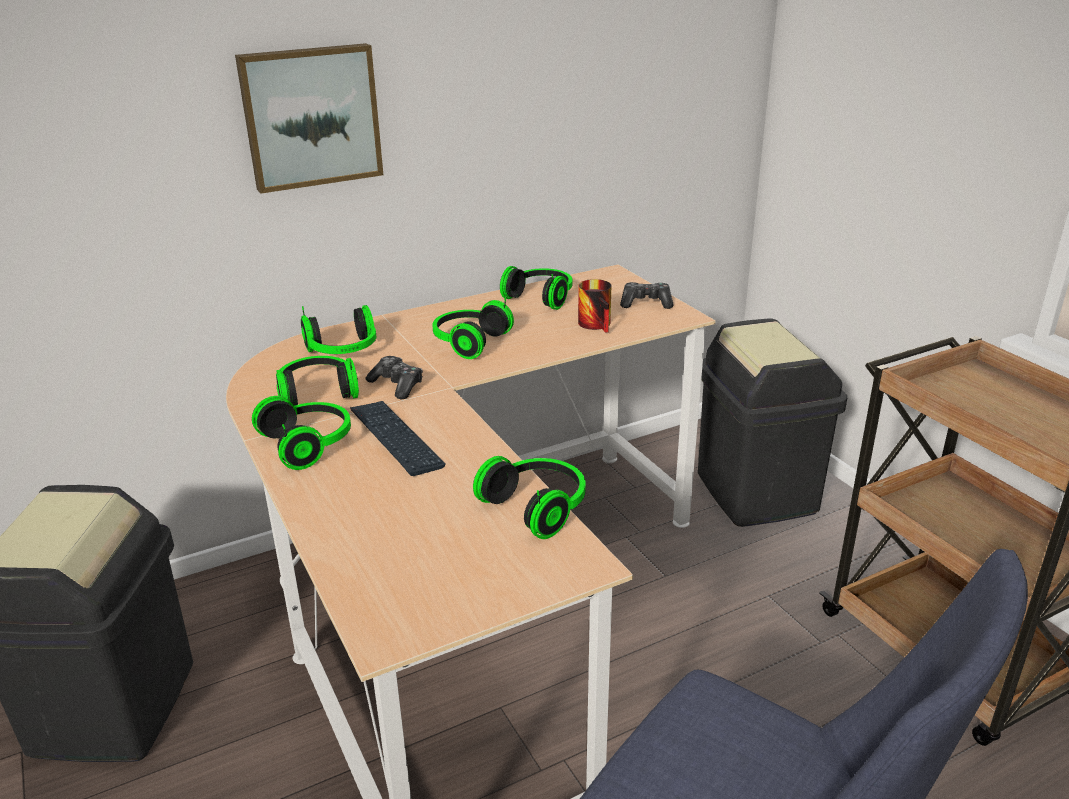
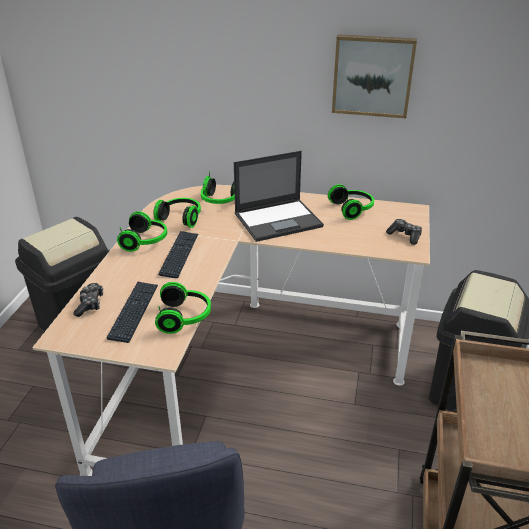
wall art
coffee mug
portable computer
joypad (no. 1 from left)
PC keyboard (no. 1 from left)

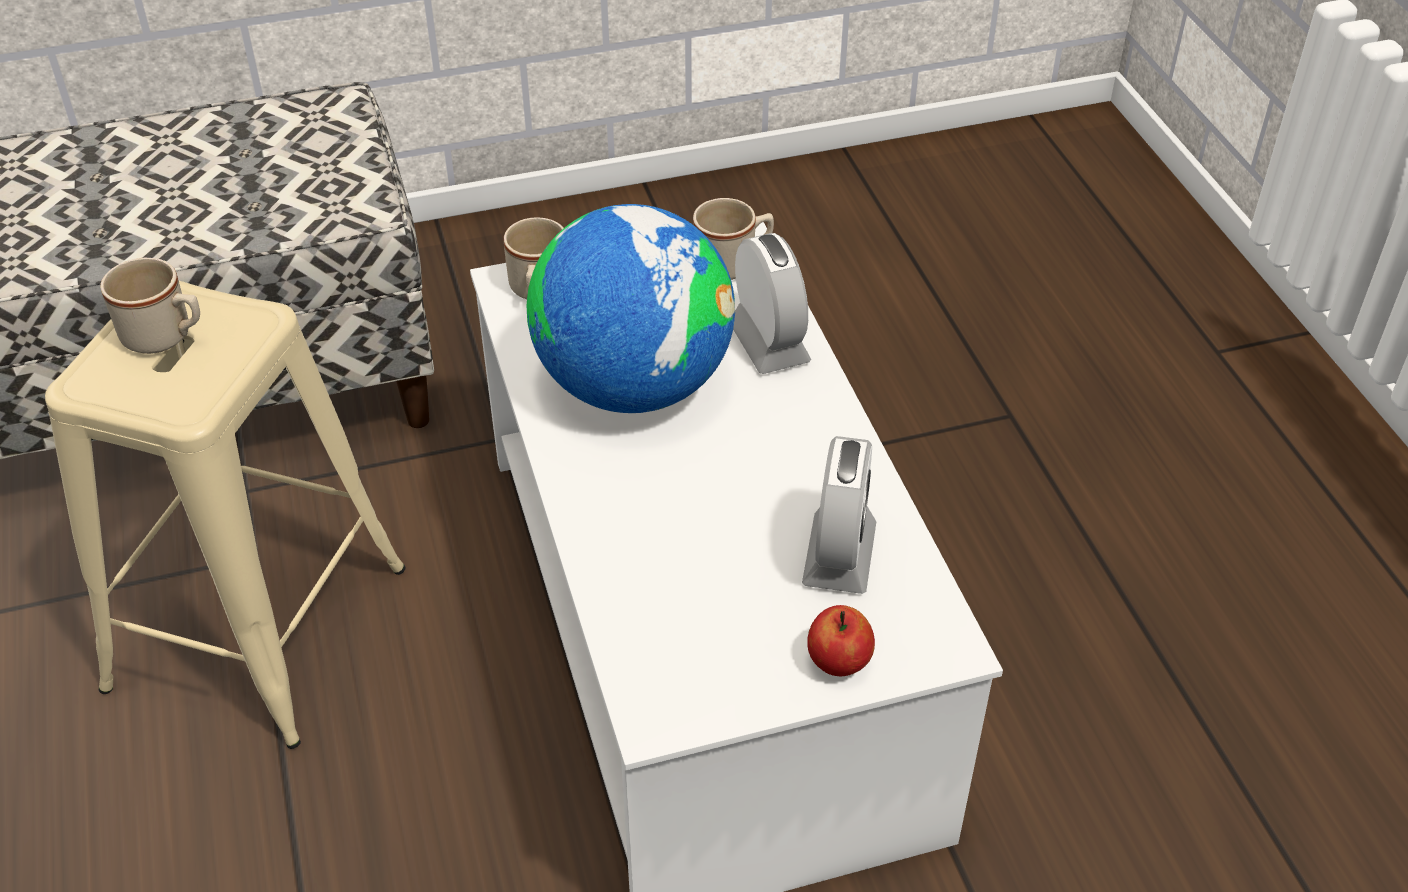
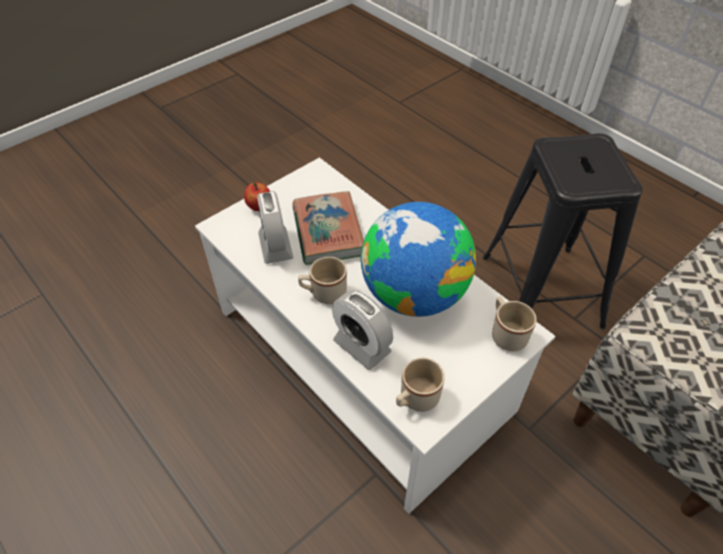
coffee mug in beige-coloured (no. 1 from left)
stool seat in black
book

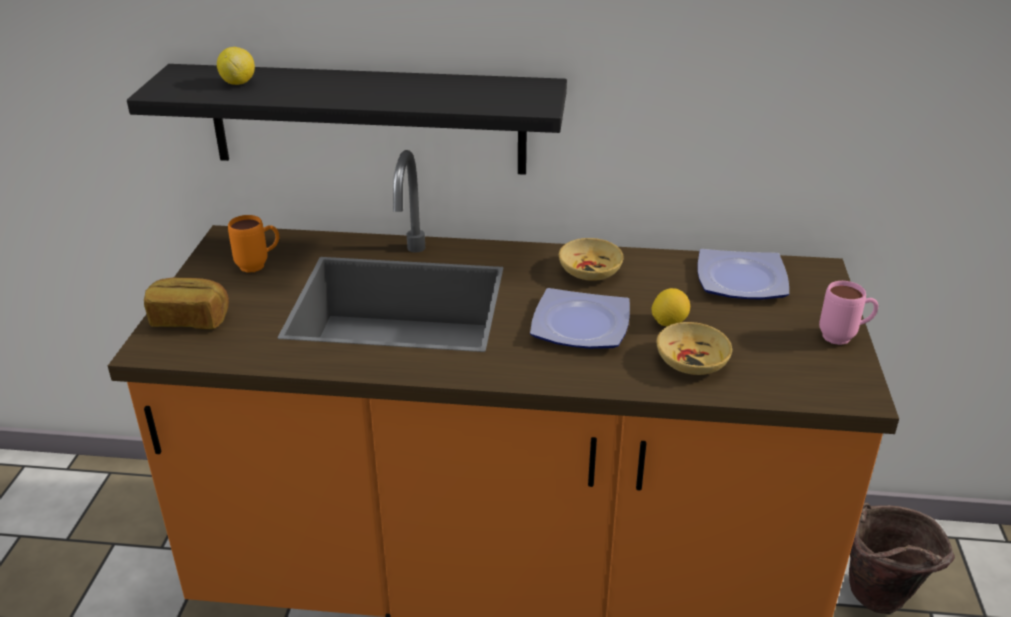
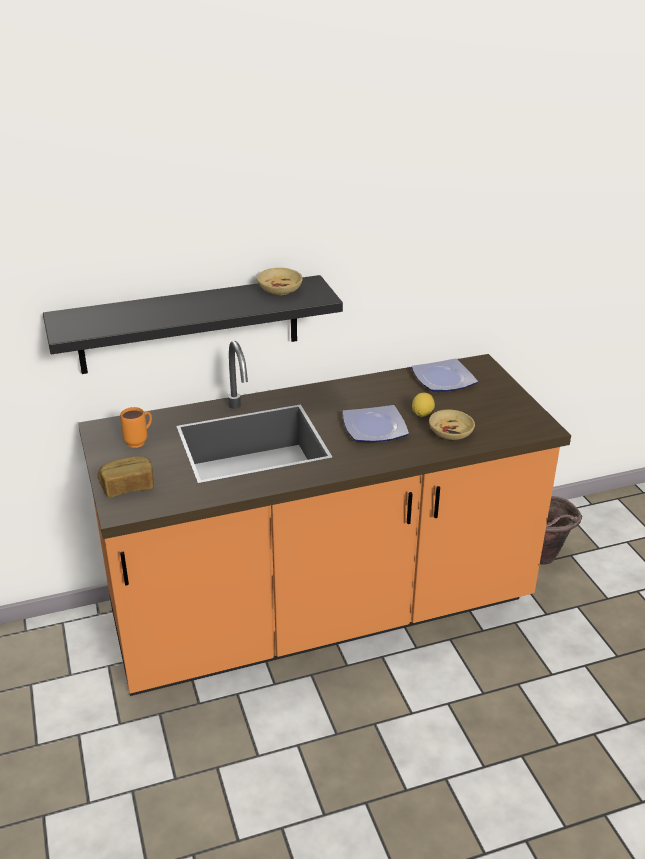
whole lemon (no. 1 from left in the first image)
bowl in beige-coloured (no. 1 from left)
coffee mug in pink-coloured

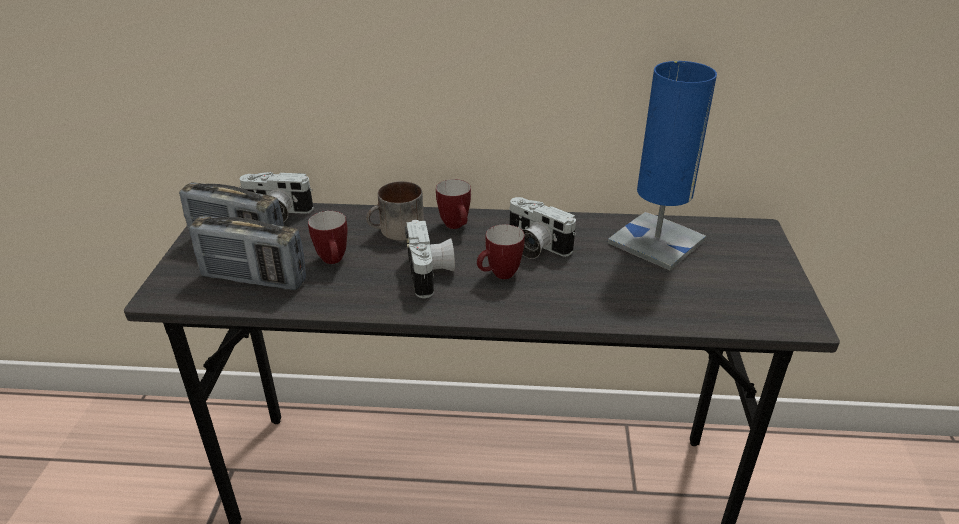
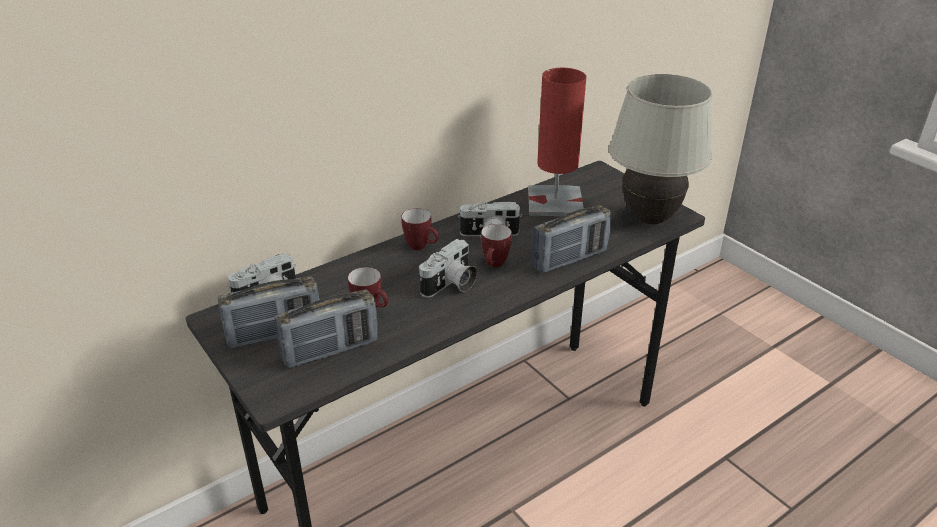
table lamp in red-coloured
coffee mug (no. 2 from left in the first image)
still camera (no. 2 from left)
table lamp in white-coloured
radio set (no. 3 from left)

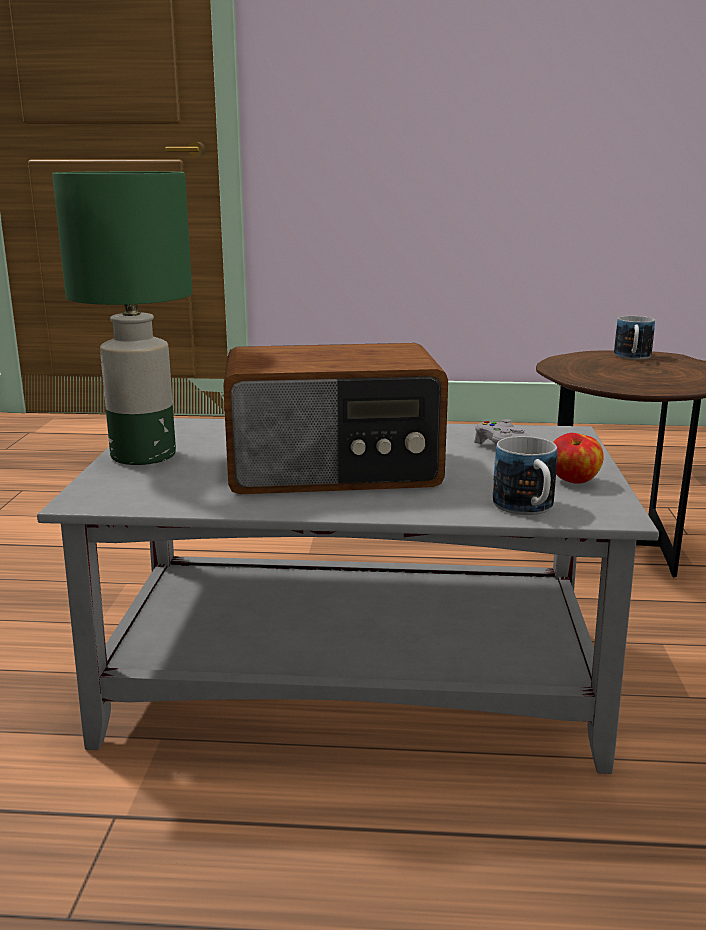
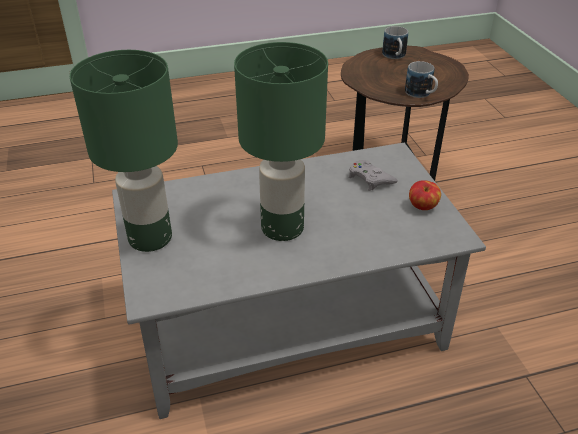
table lamp in green-coloured (no. 2 from left)
coffee mug (no. 2 from left)

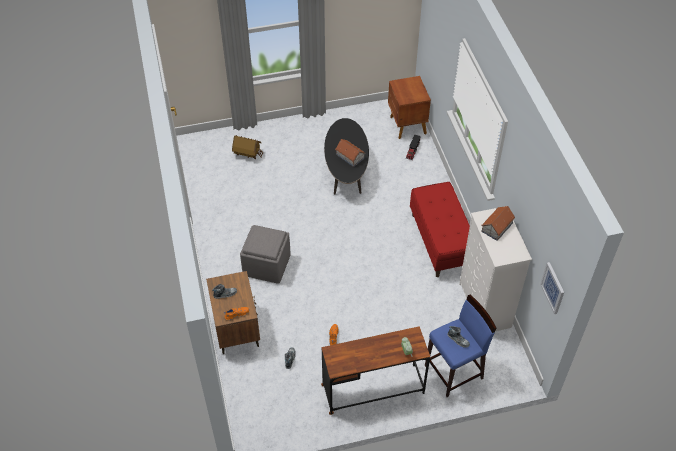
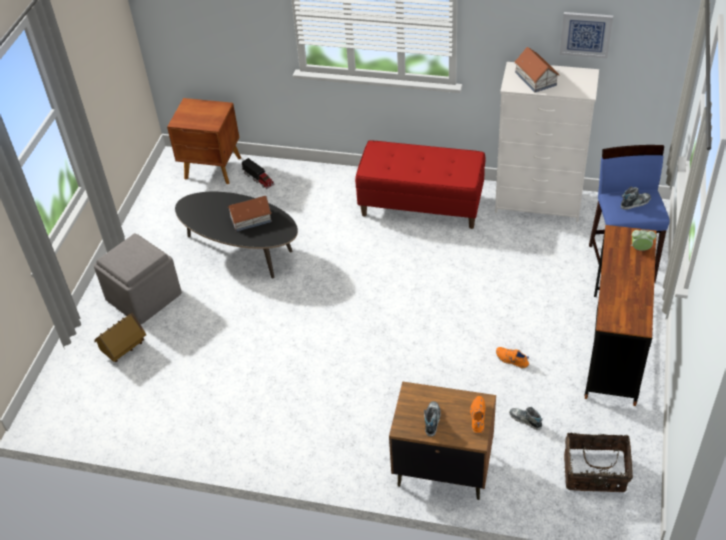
ottoman in gray
wall art
basket

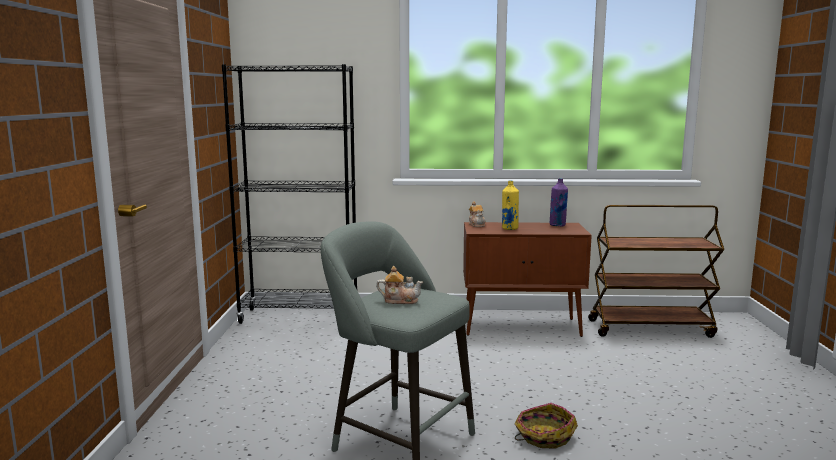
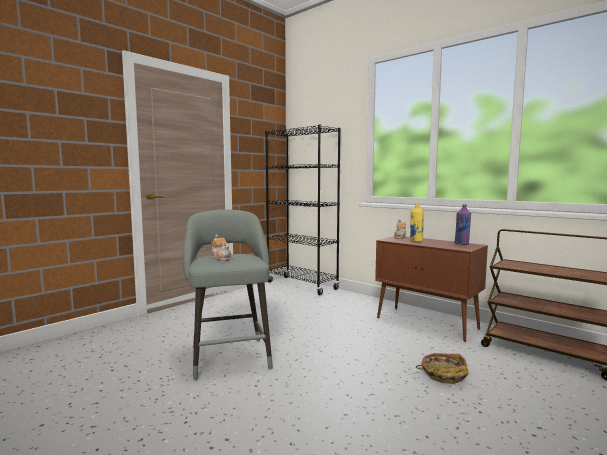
basket

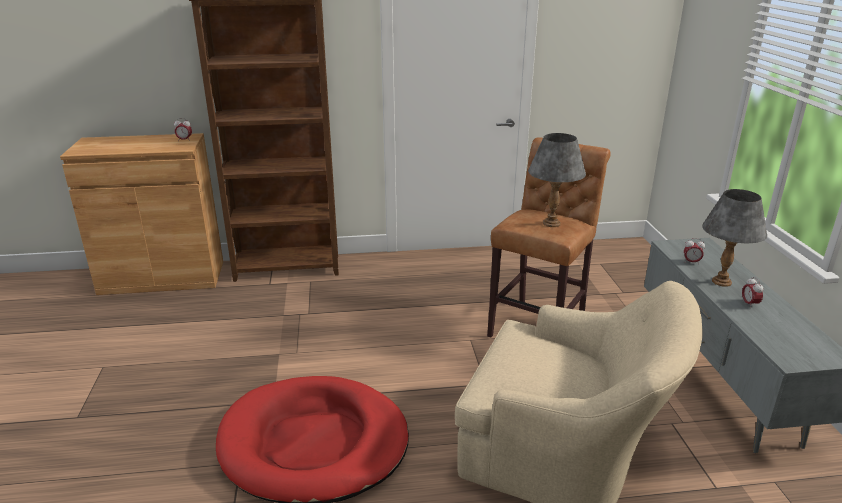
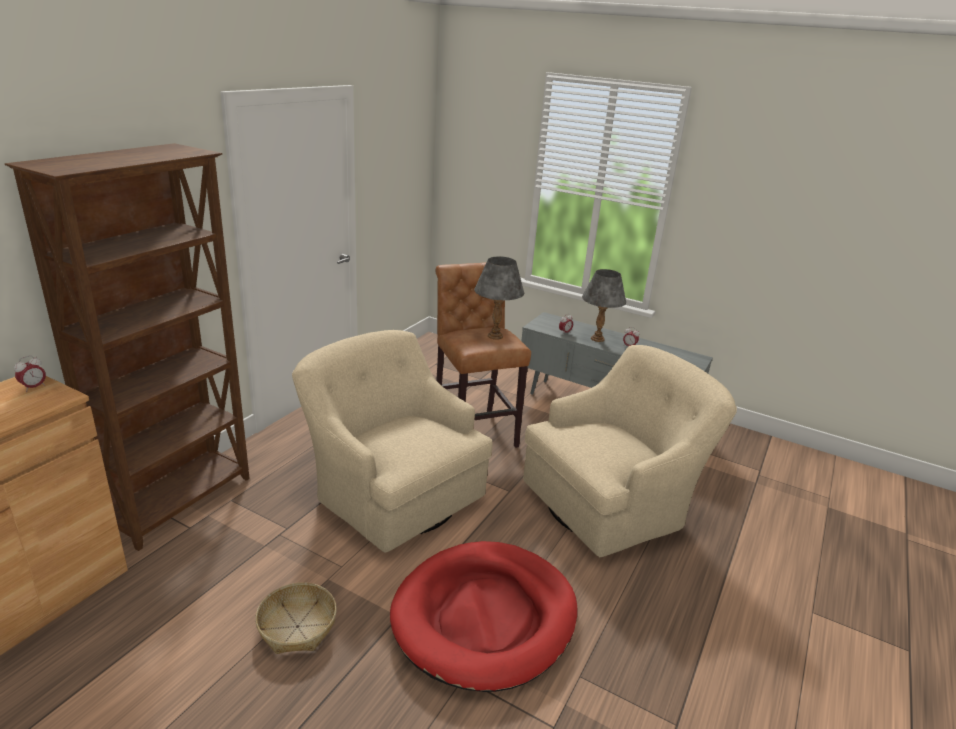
lounge chair in beige-coloured (no. 1 from left)
basket

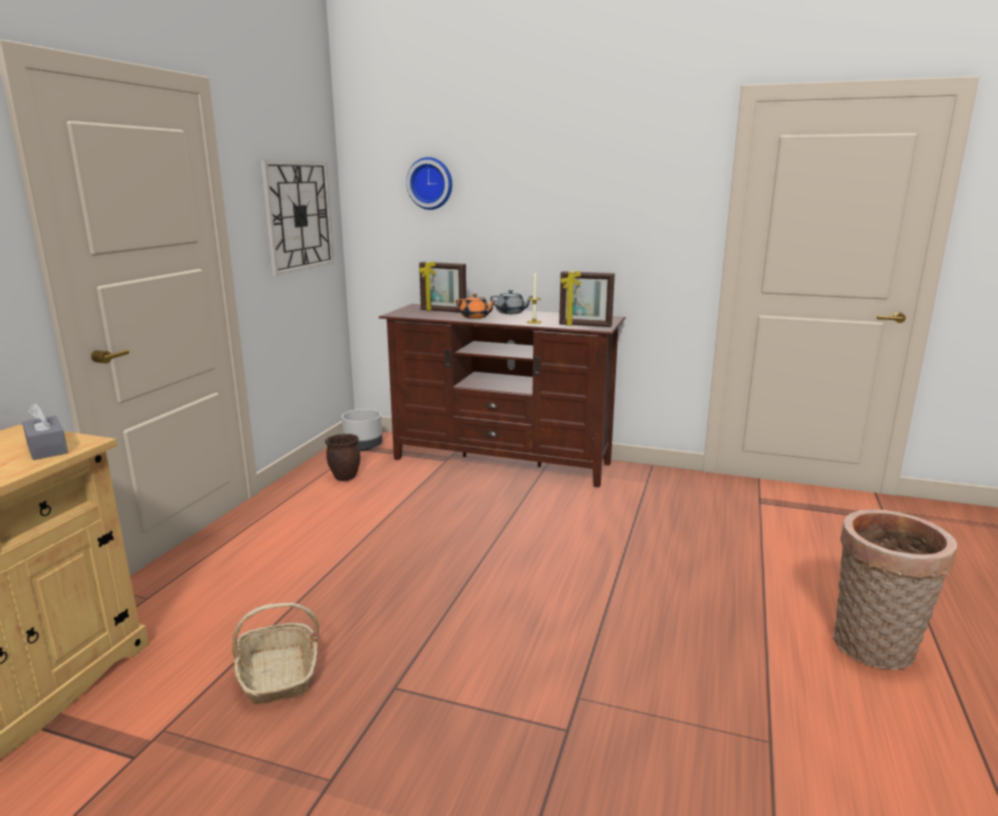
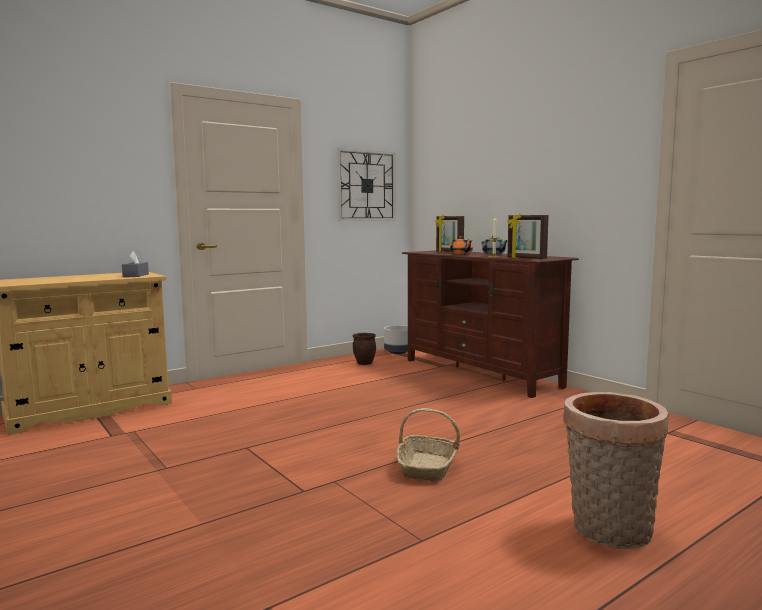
wall clock (no. 2 from left in the first image)
basket (no. 1 from left)

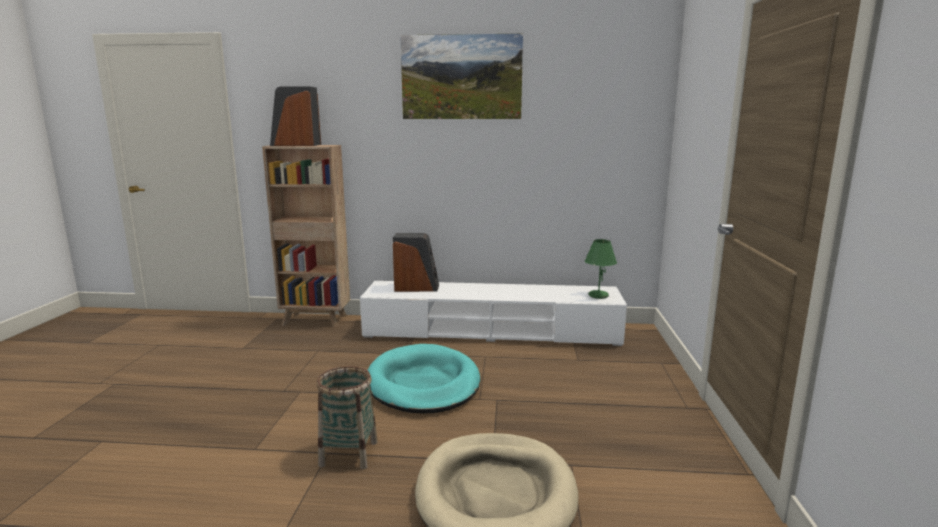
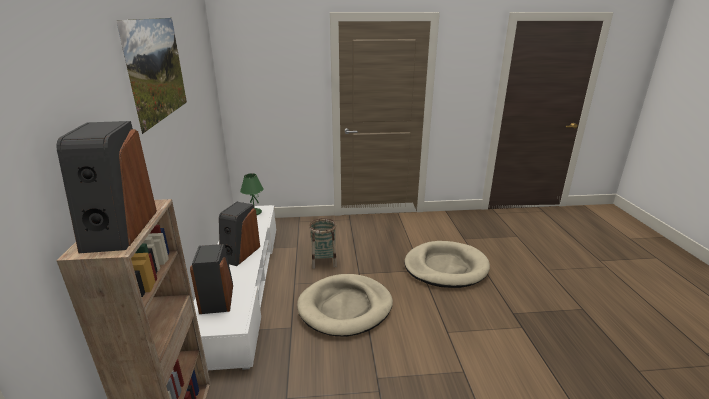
dog bed in beige-coloured (no. 1 from left)
basket
audio speaker (no. 3 from left)

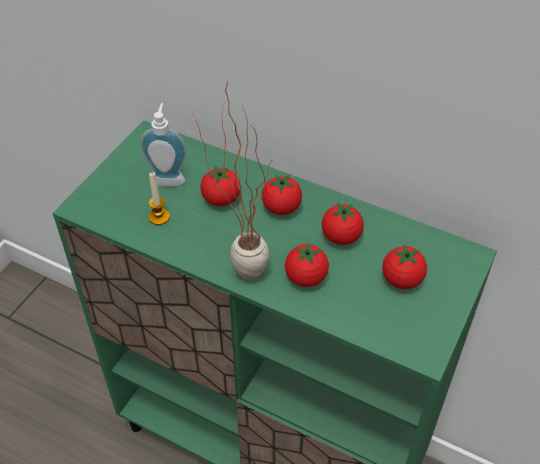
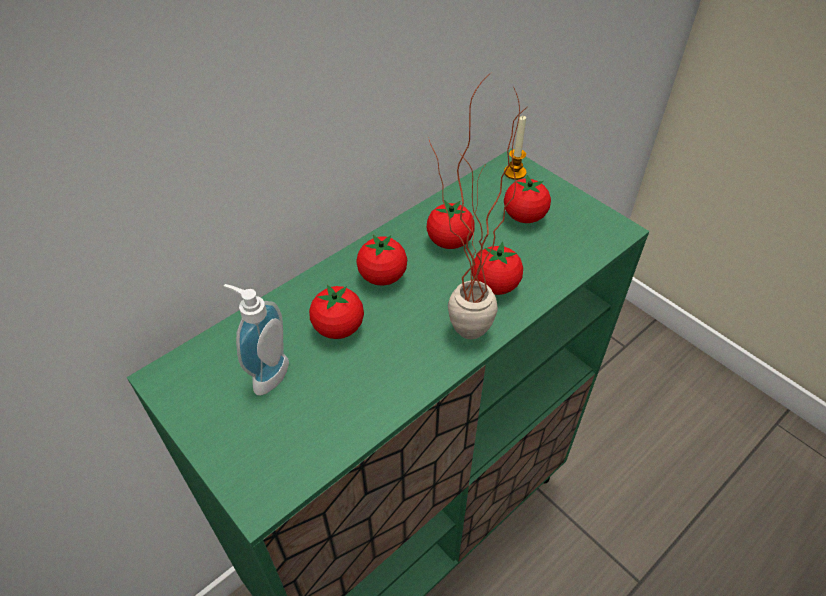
candle

